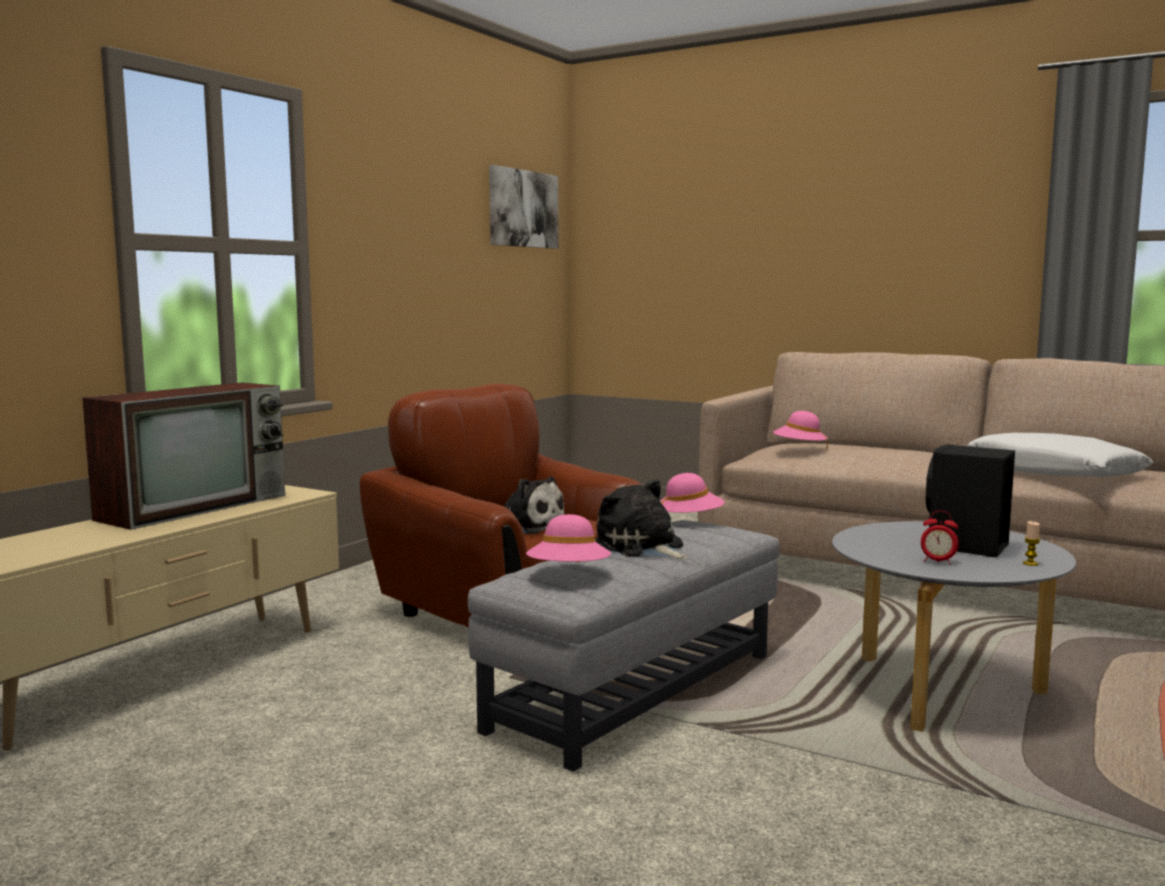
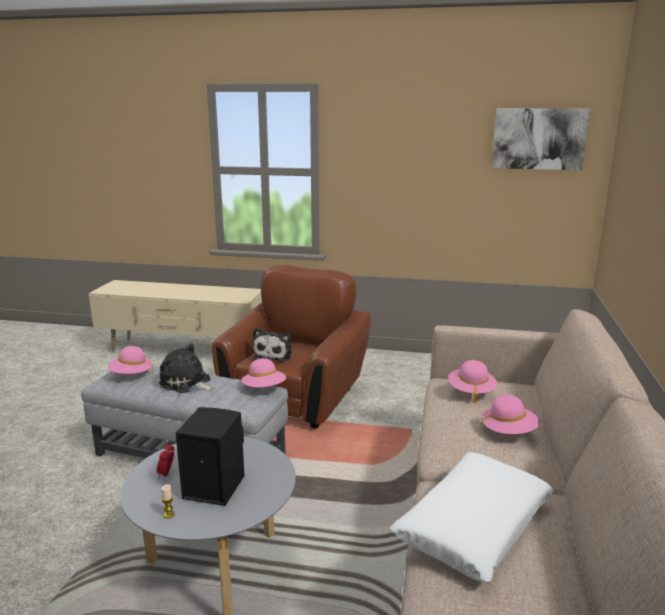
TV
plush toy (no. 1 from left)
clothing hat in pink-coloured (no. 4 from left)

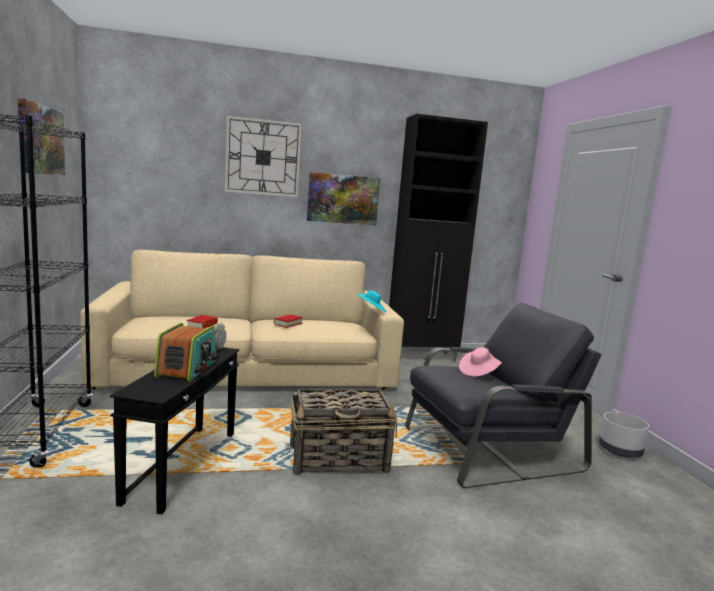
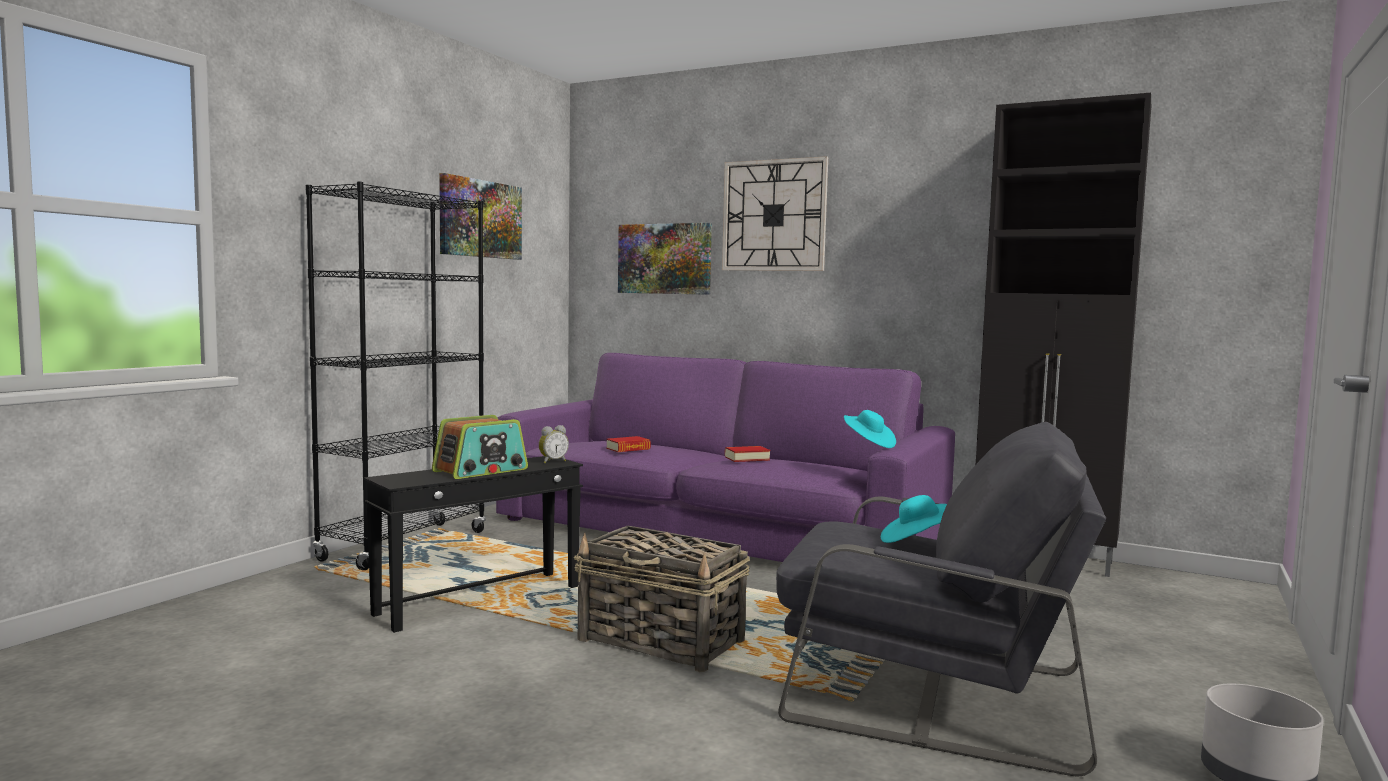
wall art (no. 2 from left)
settee in purple
clothing hat in turquoise (no. 2 from left)

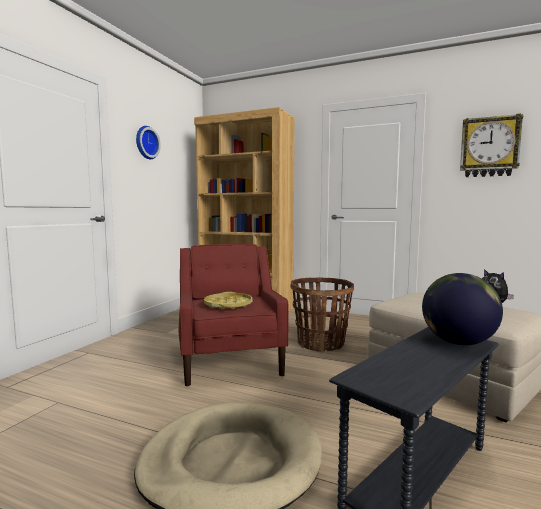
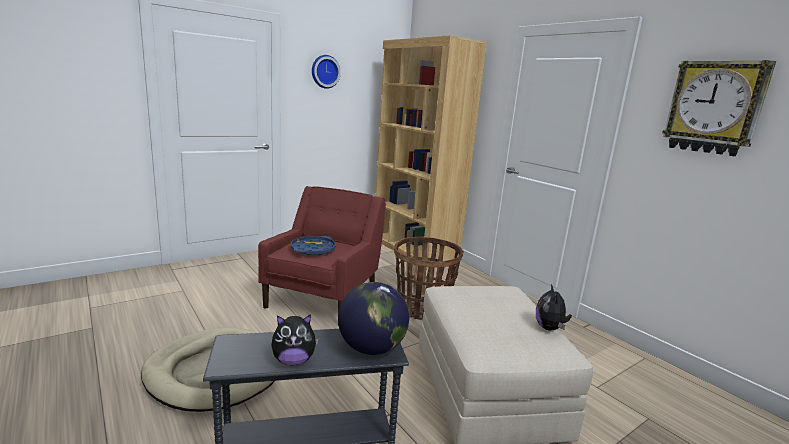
carrying tray in blue
plush toy (no. 1 from left)

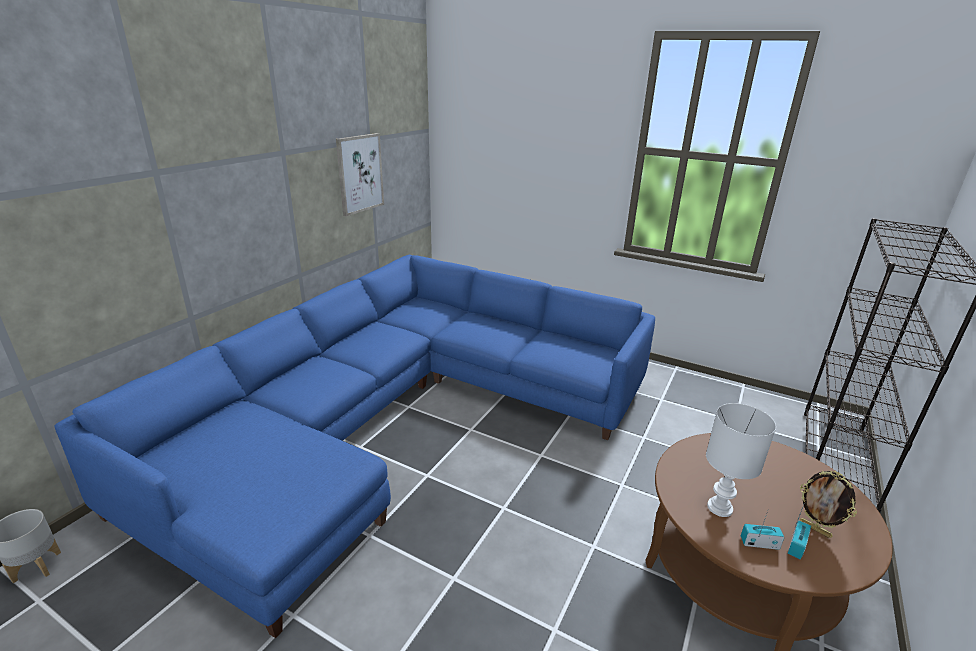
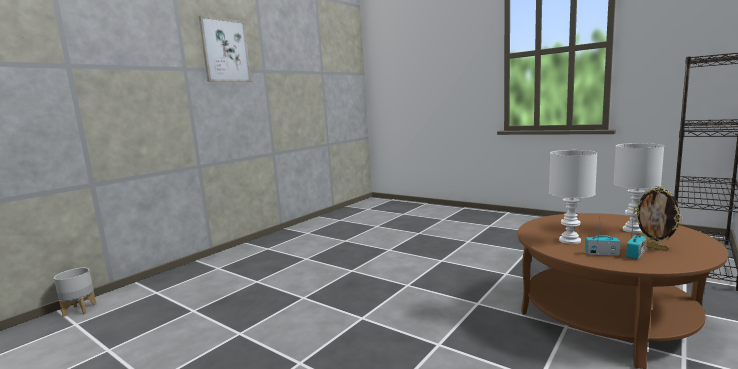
wall art
settee in blue
table lamp in white-coloured (no. 2 from left)

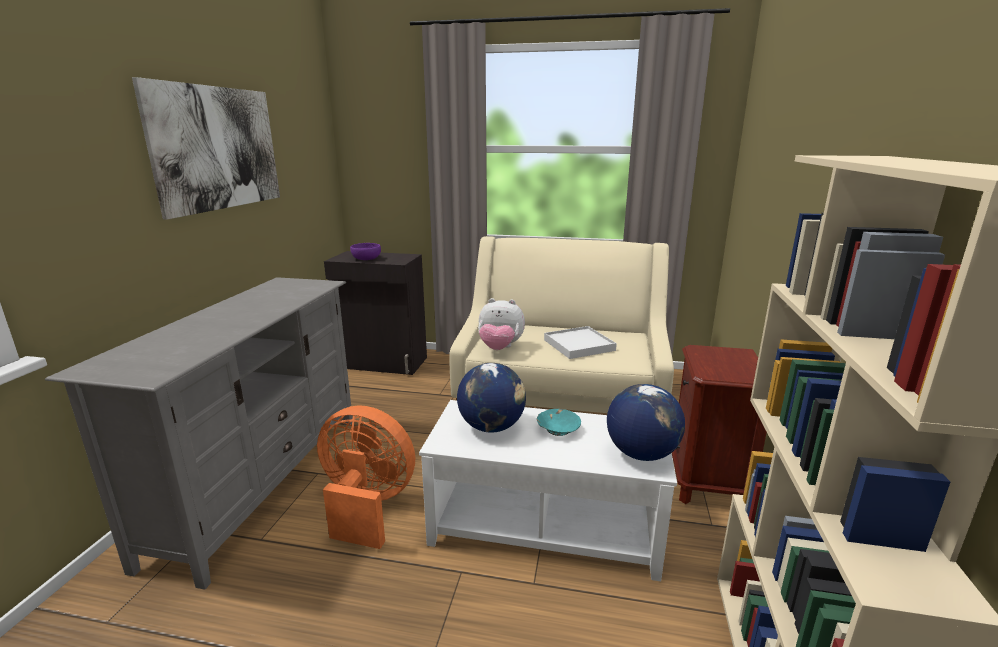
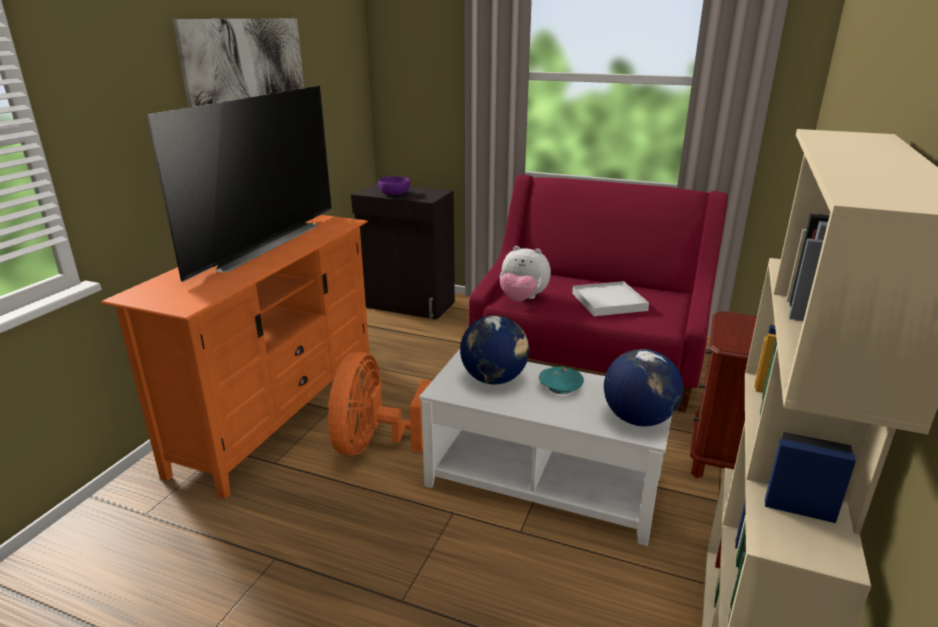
settee in red-coloured
tv stand in orange-coloured
cooling fan in orange-coloured
TV

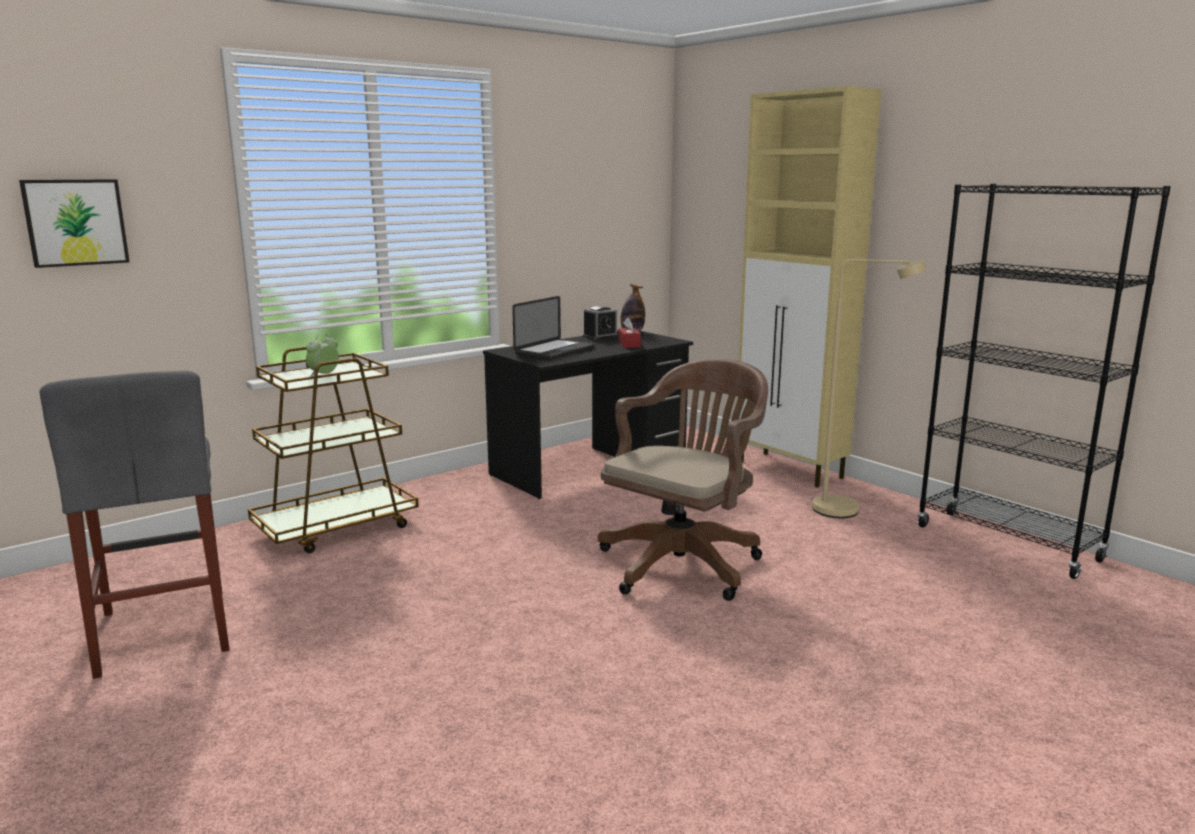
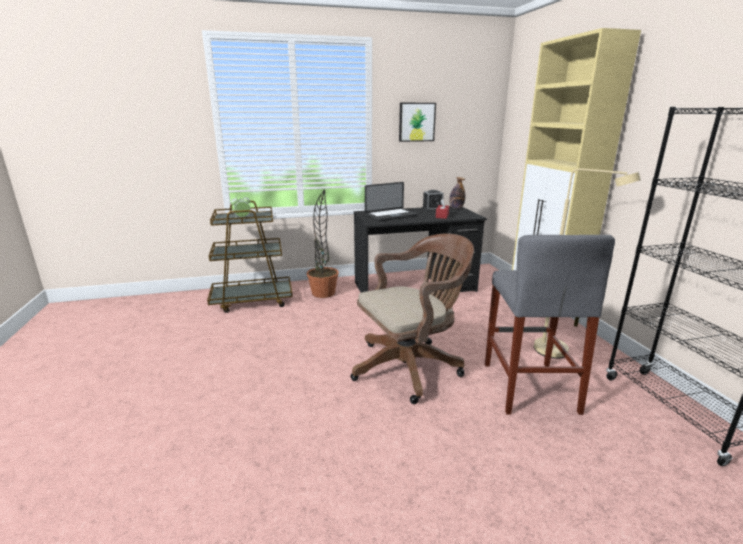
wall art
stool seat in gray
plant in a pot

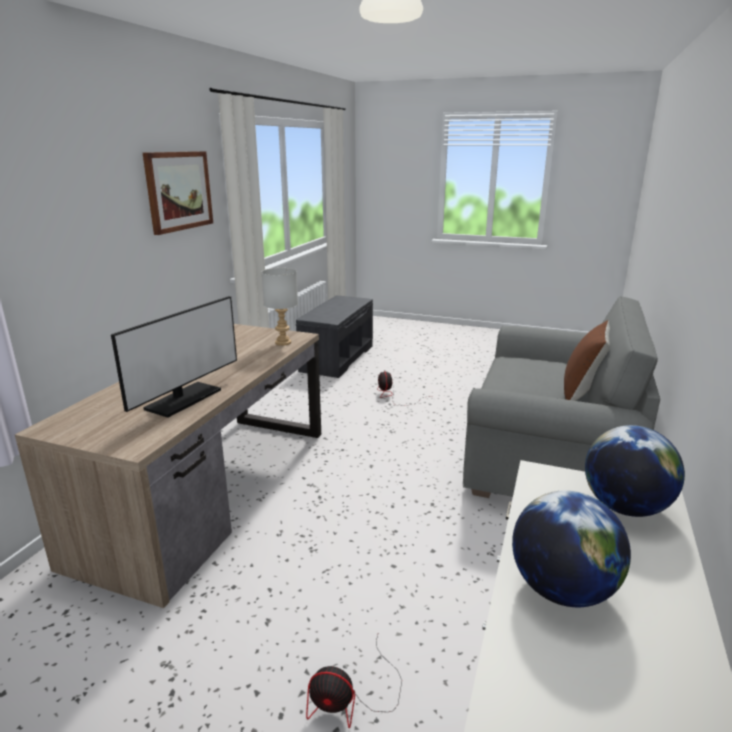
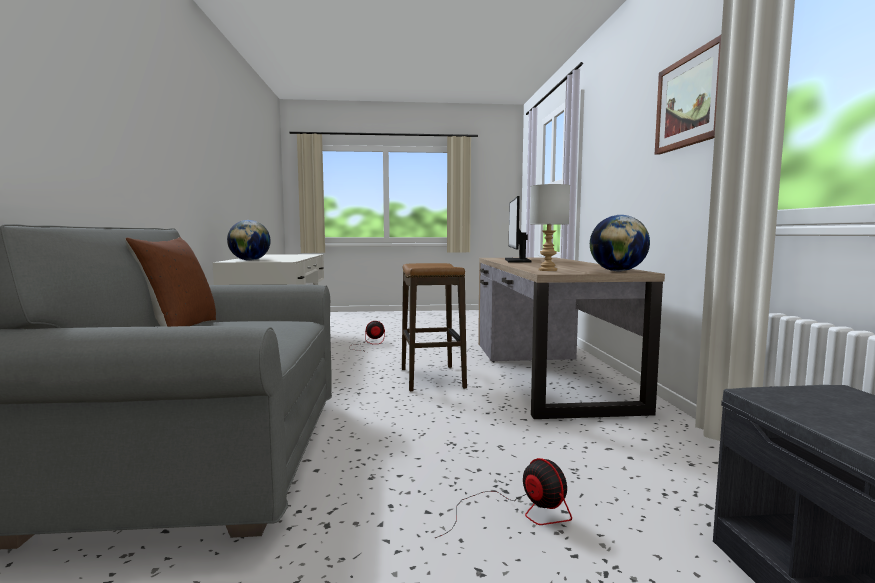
desk globe (no. 2 from left)
stool seat

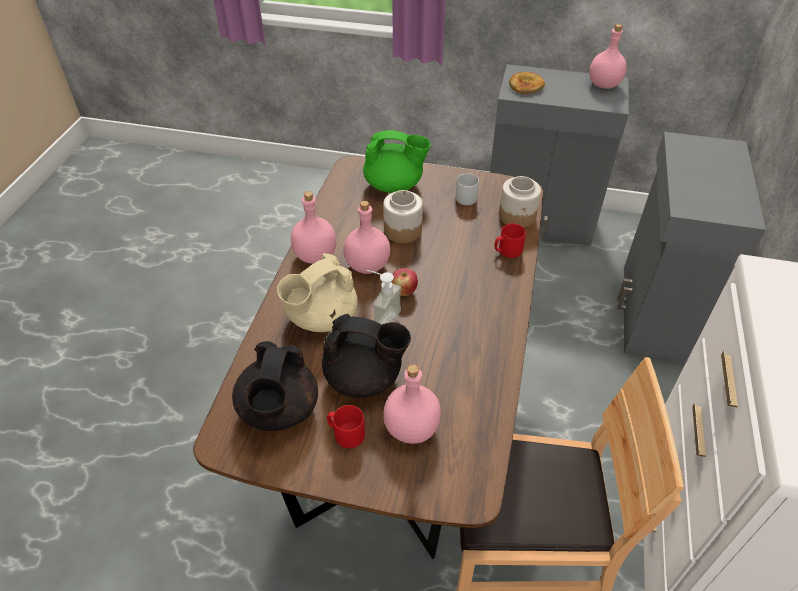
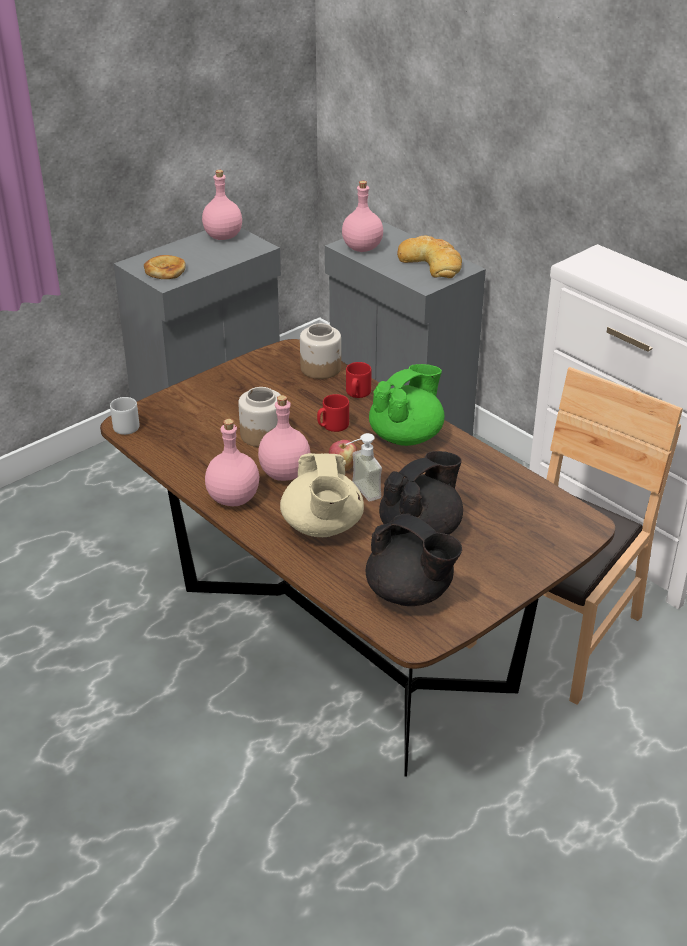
tea pot in green-coloured
coffee mug in gray
drink bottle in pink-coloured (no. 4 from left)
coffee mug in red-coloured (no. 1 from left)
bakery bread (no. 2 from left)

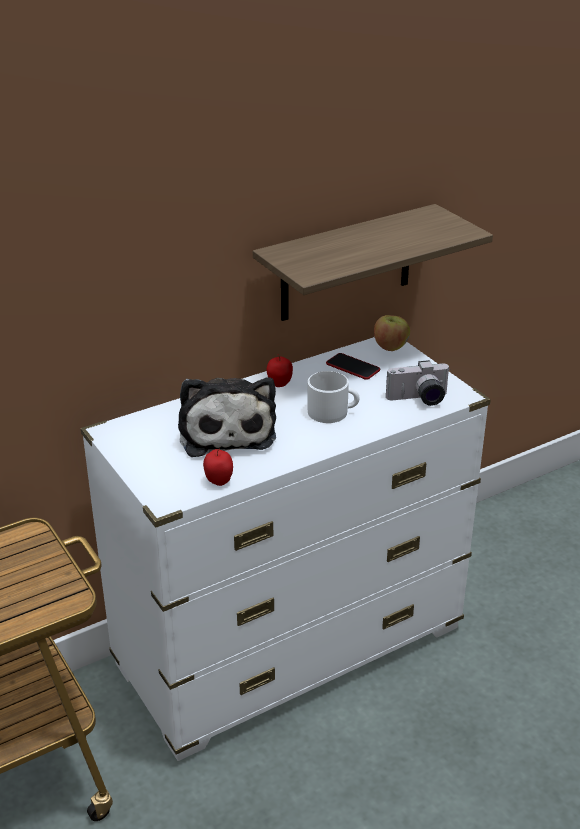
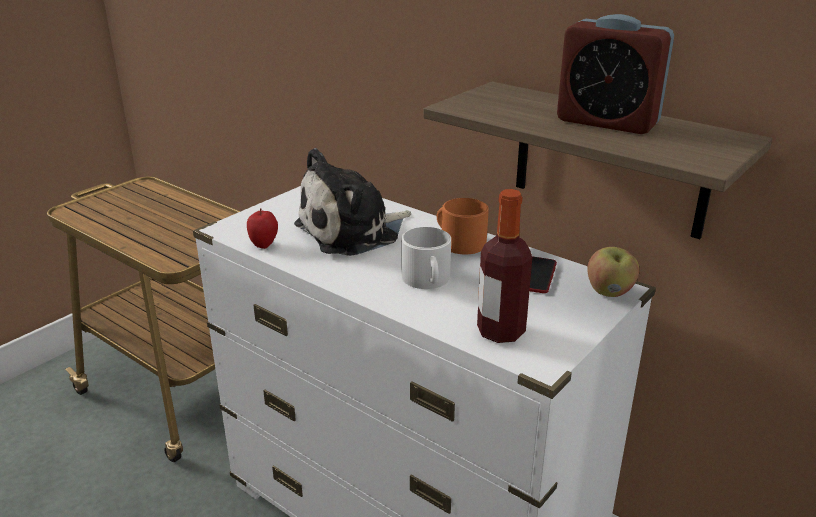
coffee mug in orange-coloured
drink bottle
alarm clock

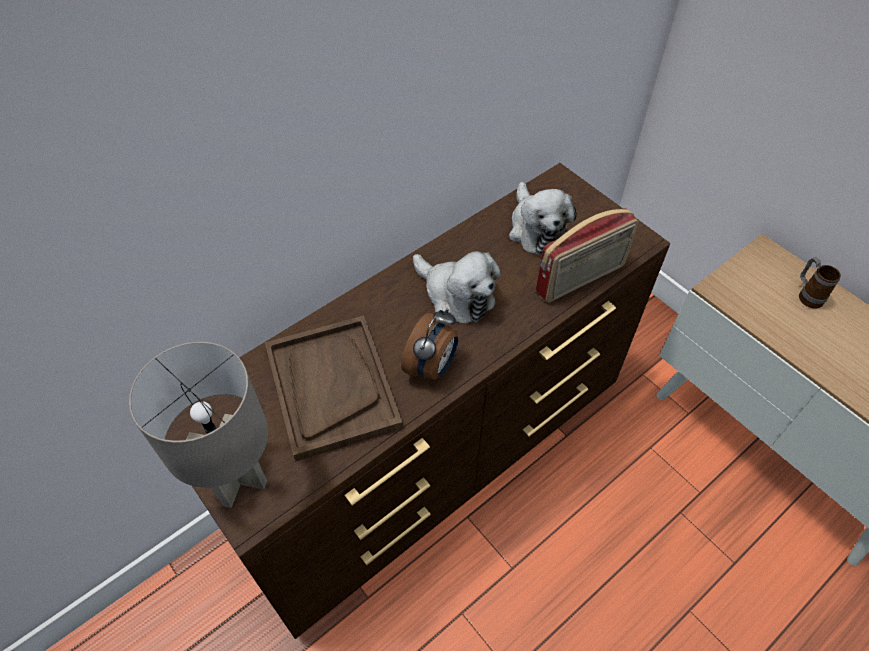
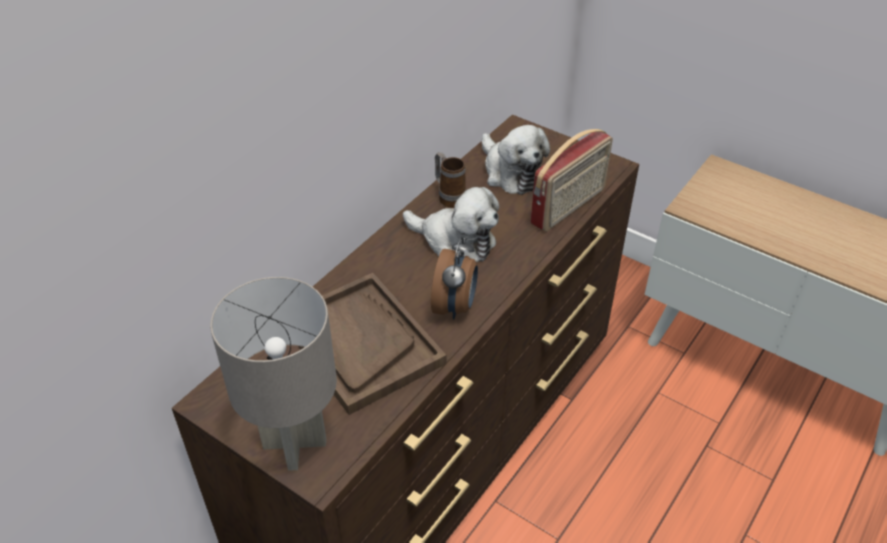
coffee mug

